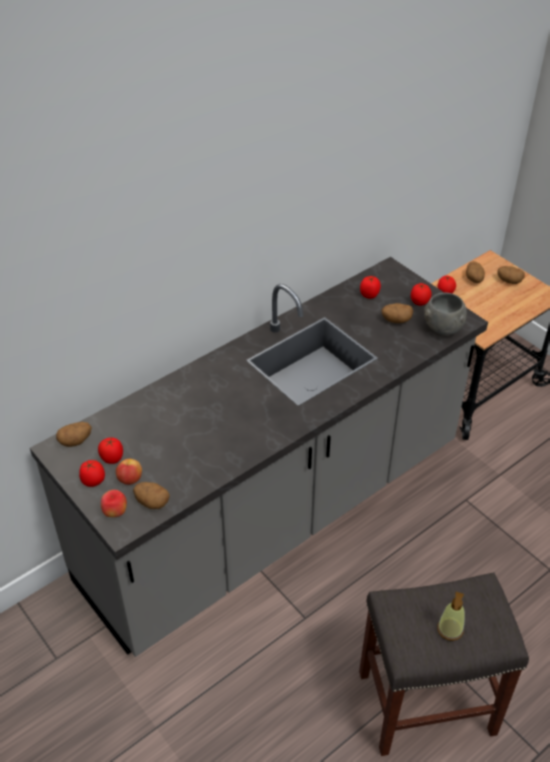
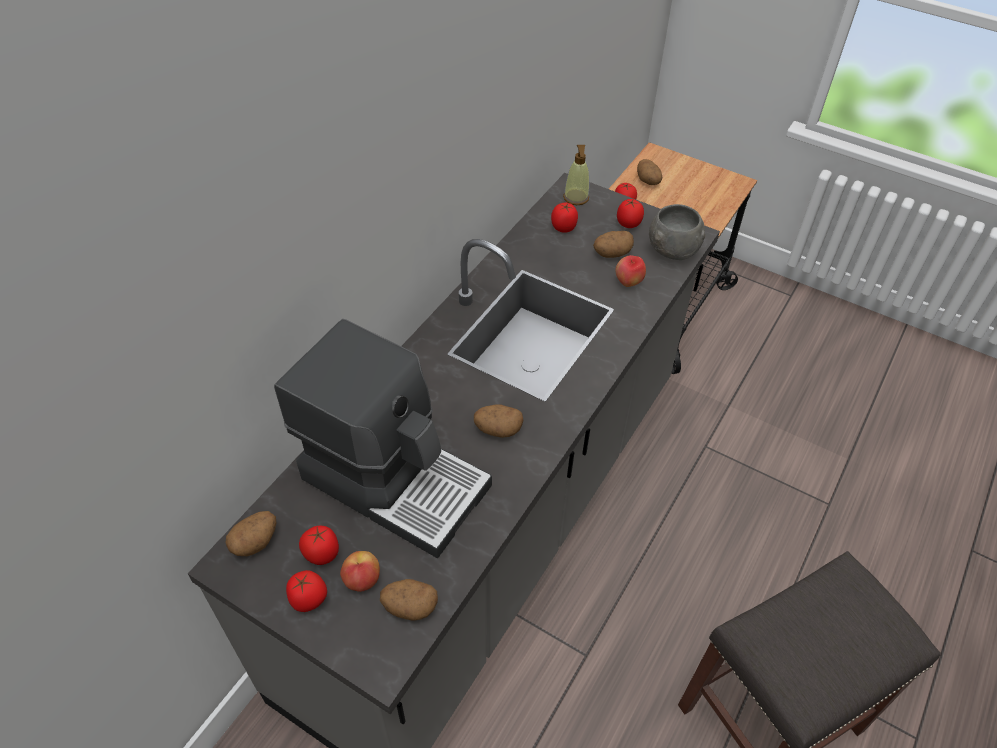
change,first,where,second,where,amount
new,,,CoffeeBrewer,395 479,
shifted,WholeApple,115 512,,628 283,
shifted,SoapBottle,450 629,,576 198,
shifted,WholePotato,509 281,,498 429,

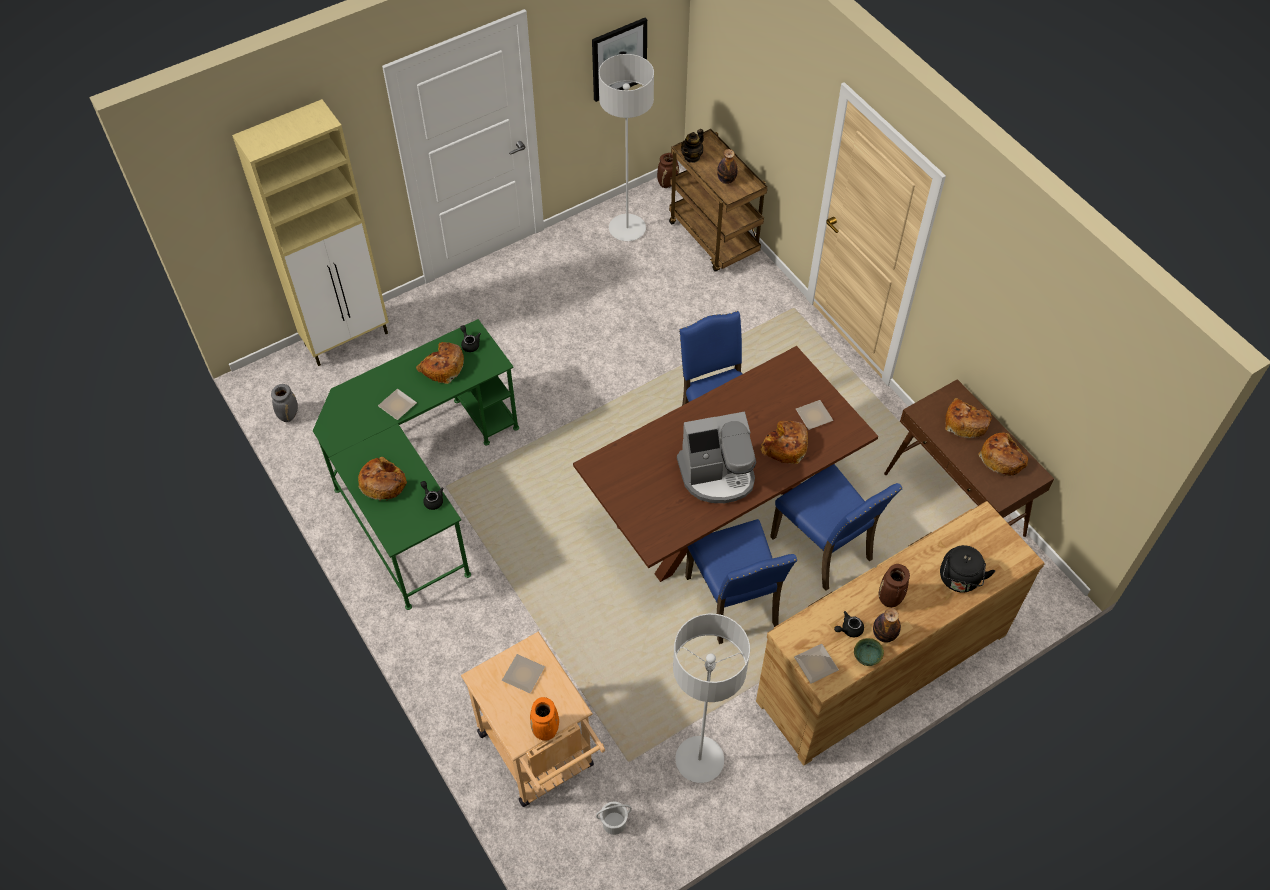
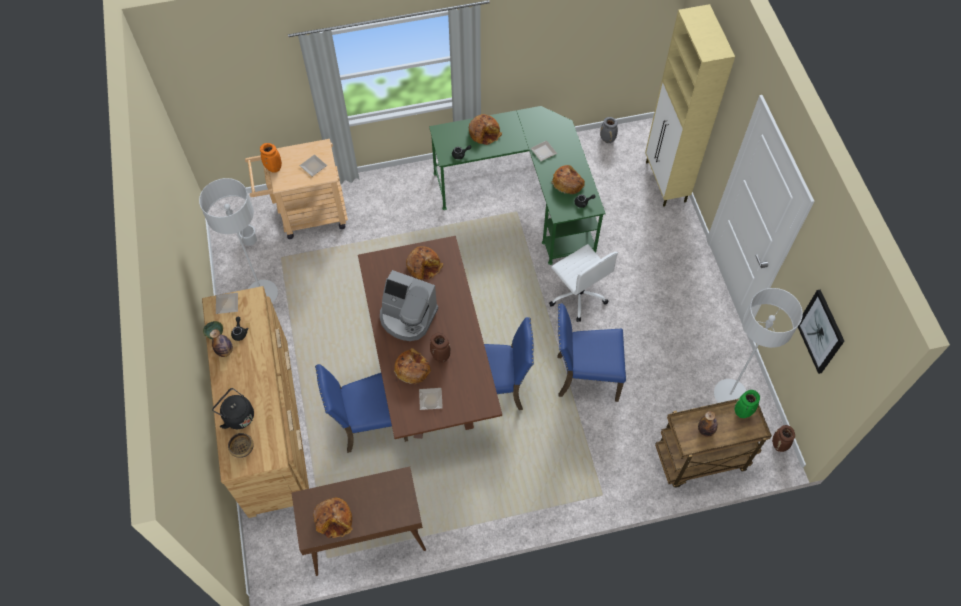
change,first,where,second,where,amount
new,,,DeepDish,242 448,
new,,,WhiteDeskChair,578 295,
shifted,BlueColouredChair,734 602,,585 376,
shifted,BrownColouredDecorativeVase,890 599,,440 356,
shifted,BakedBread,965 422,,424 266,
swapped,PotForTea,692 157,GreenishDecorativeVase,742 412,
rotated,CoffeeBrewer,717 475,,407 317,75 degrees counterclockwise

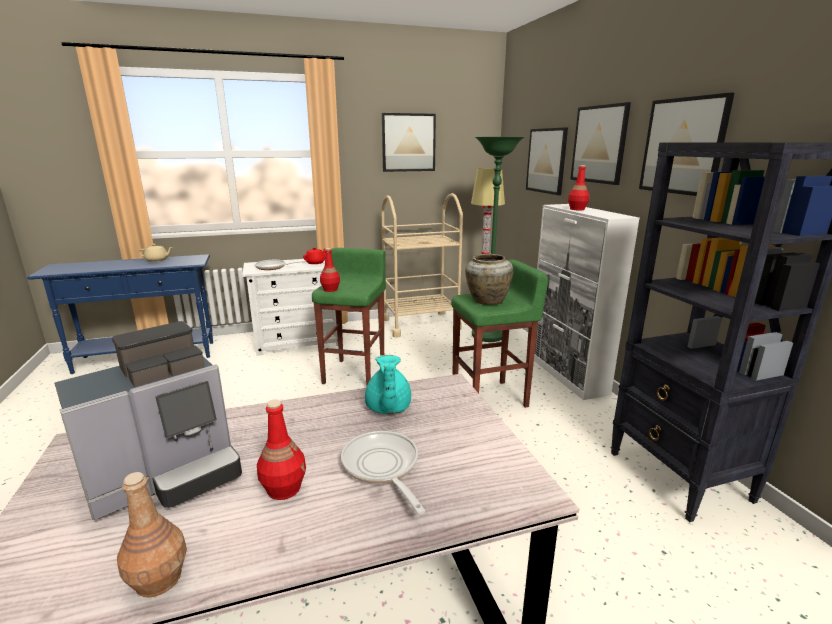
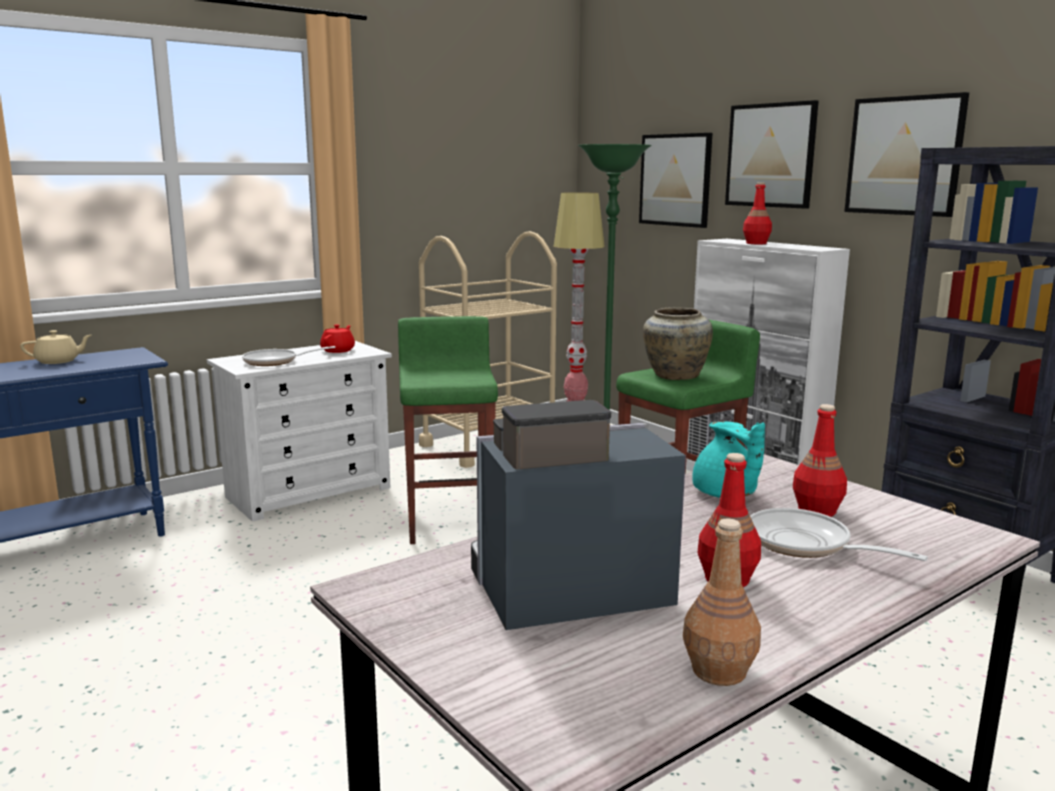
change,first,where,second,where,amount
gone,Picture,408 142,,,
shifted,ReddishDrinkBottle,330 289,,816 510,
rotated,CoffeeBrewer,169 476,,564 594,135 degrees counterclockwise

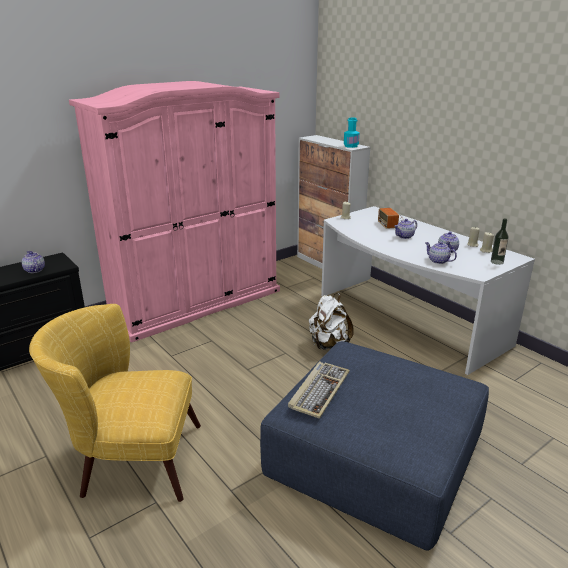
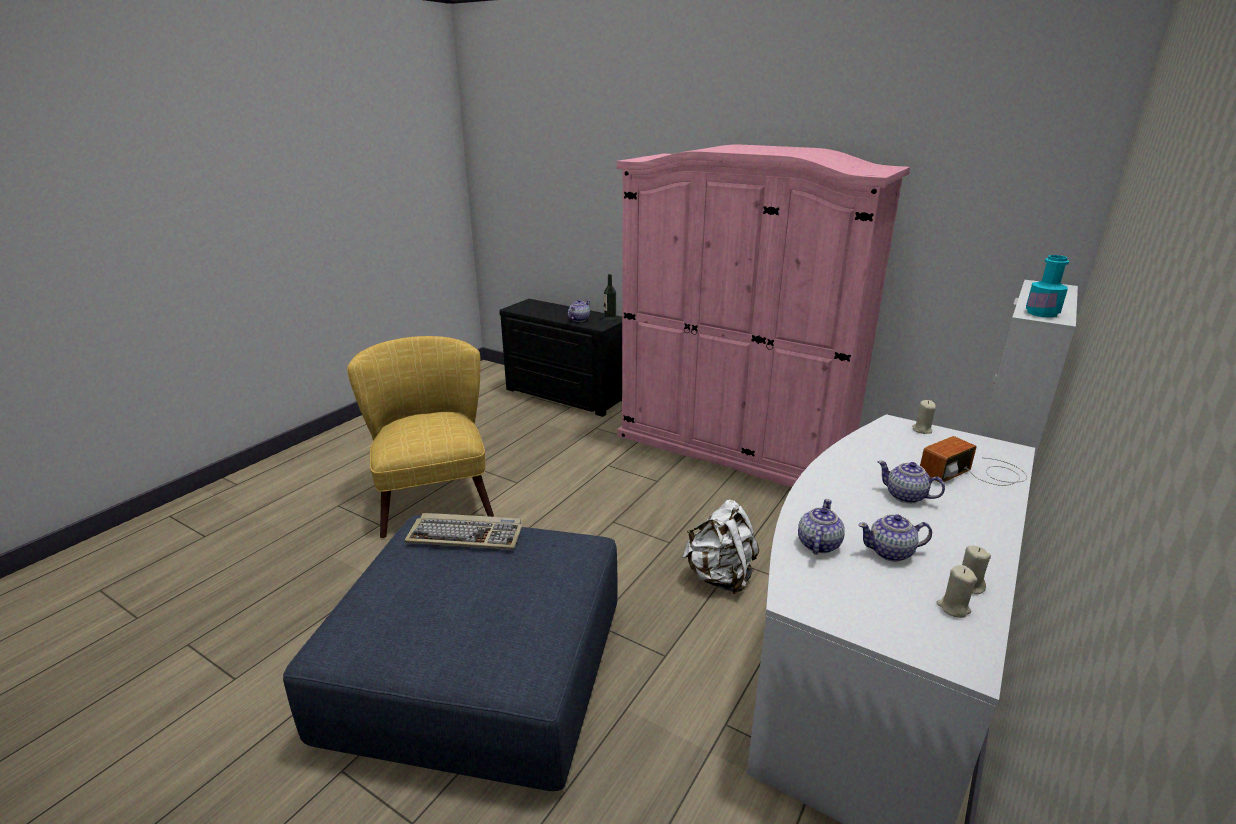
change,first,where,second,where,amount
shifted,DrinkBottle,497 262,,610 318,

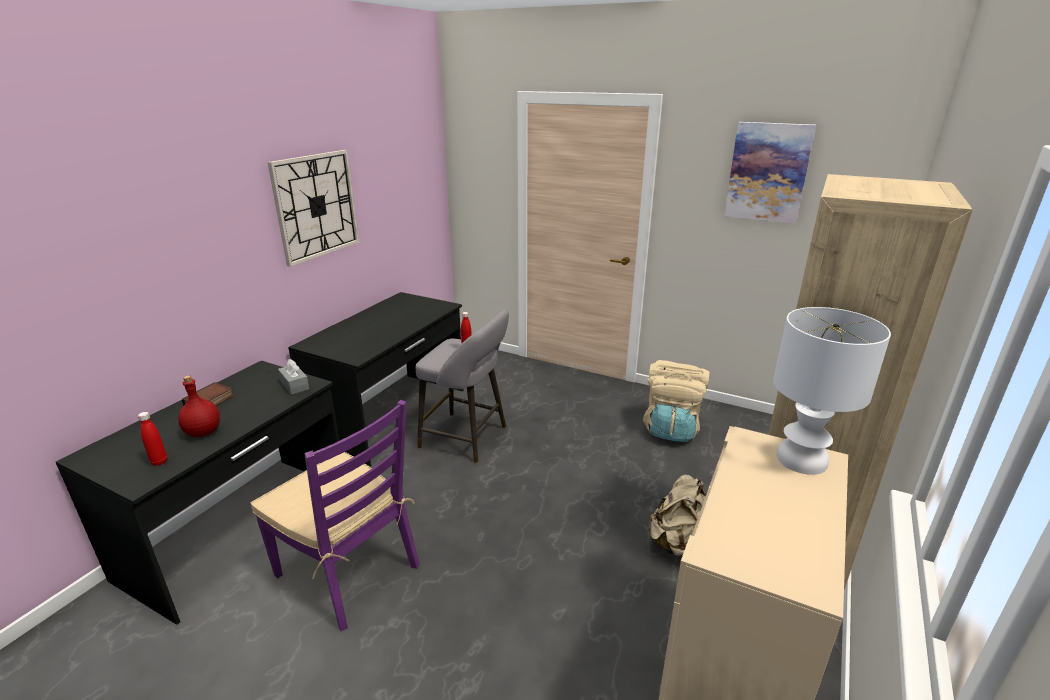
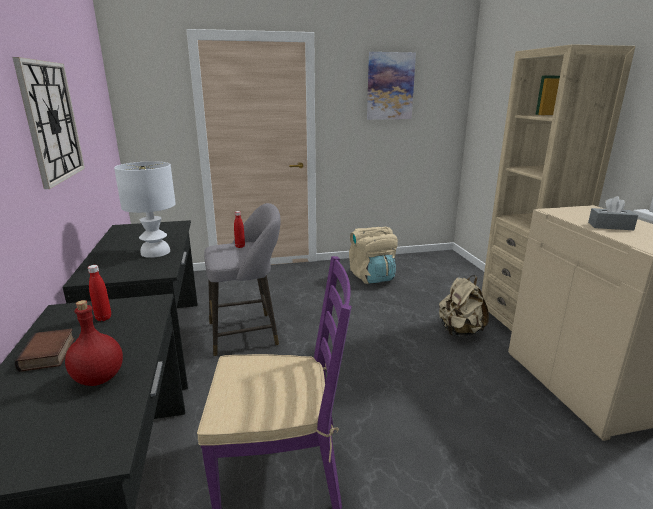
change,first,where,second,where,amount
shifted,ReddishDrinkBottle,159 462,,103 318,
shifted,GreyishTissueBox,294 385,,610 226,
shifted,WhiteTableLamp,802 459,,156 252,

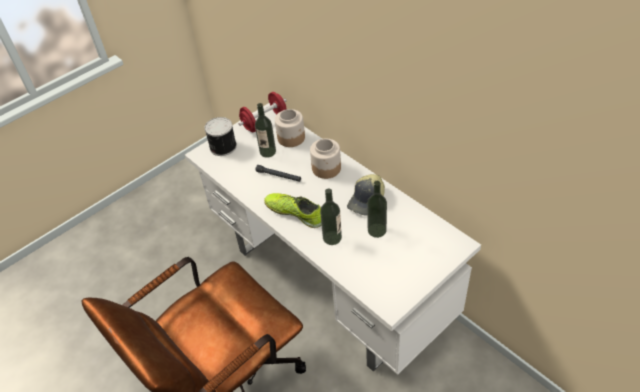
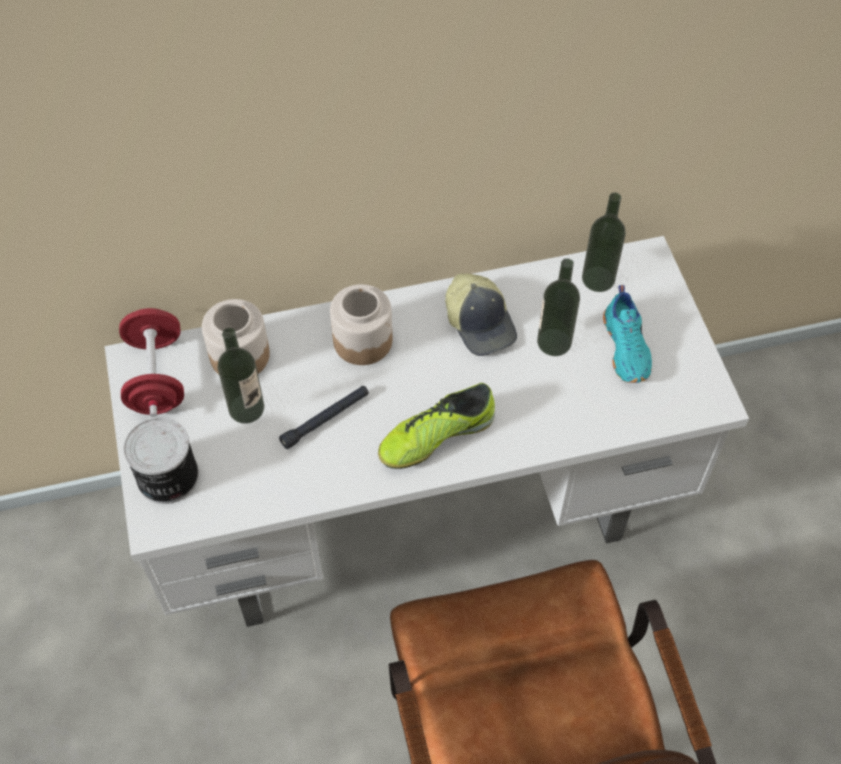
change,first,where,second,where,amount
new,,,BlueGreenItemOfFootwear,627 348,
shifted,DrinkBottle,332 238,,598 279,

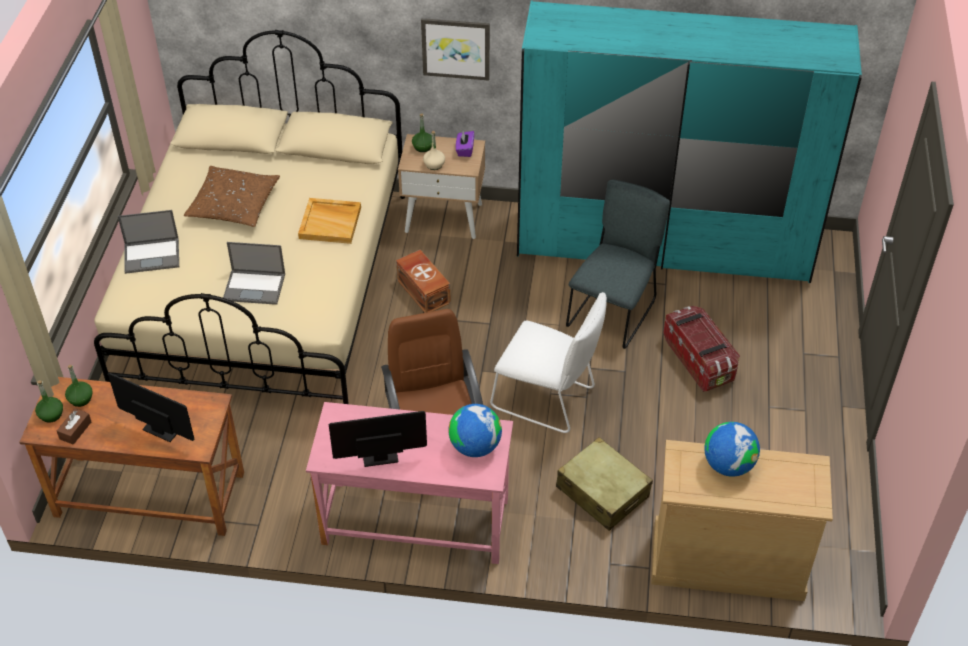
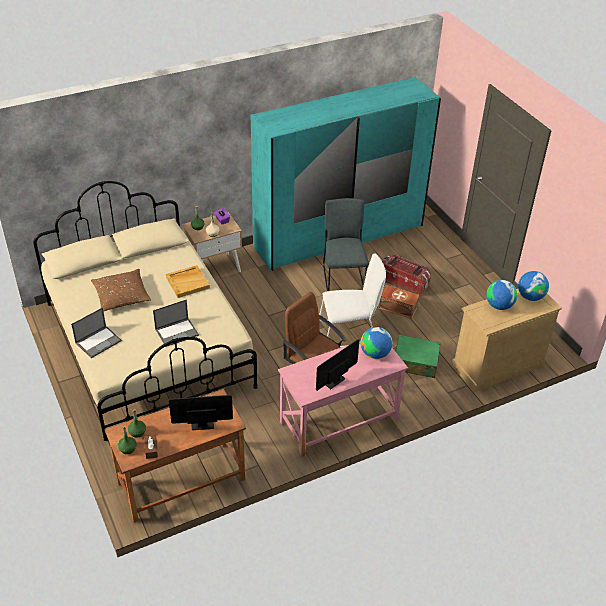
change,first,where,second,where,amount
gone,Picture,456 48,,,
new,,,WorldGlobe,530 297,
shifted,BrownColouredStorageBox,423 290,,397 307,
repainted,BeigeColouredSuitcase,602 492,GreenishSuitcase,415 362,

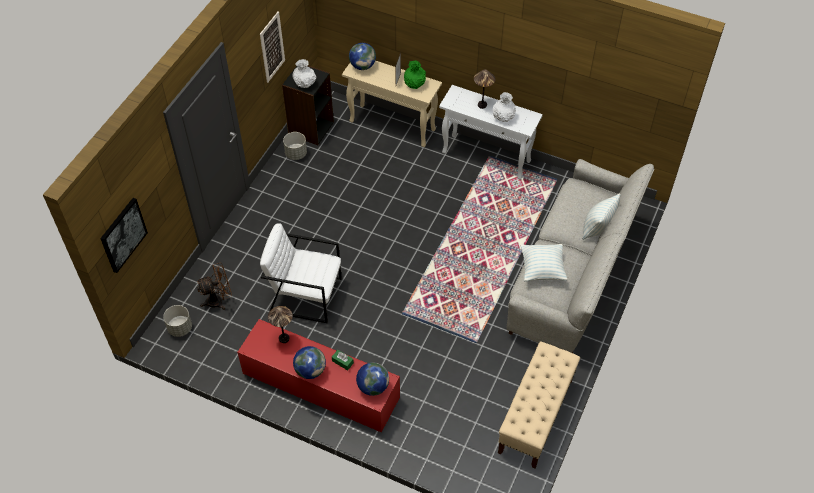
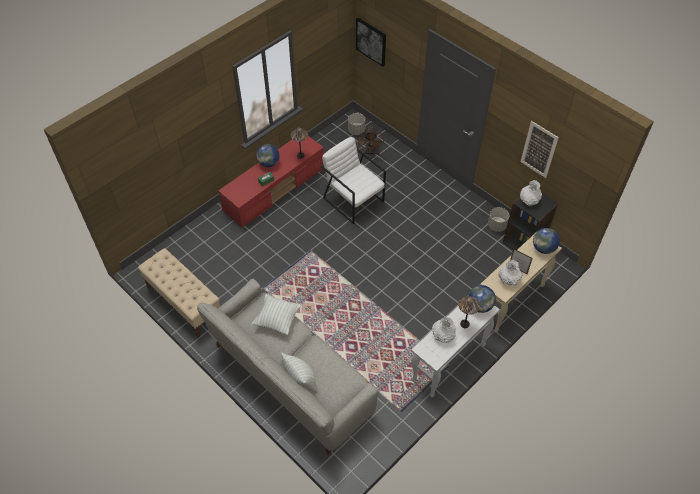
change,first,where,second,where,amount
shifted,WorldGlobe,373 386,,479 306,
repainted,GreenishDecorativeVase,414 84,WhiteDecorativeVase,509 280,
rotated,WhiteLoungeChair,305 294,,353 199,75 degrees counterclockwise

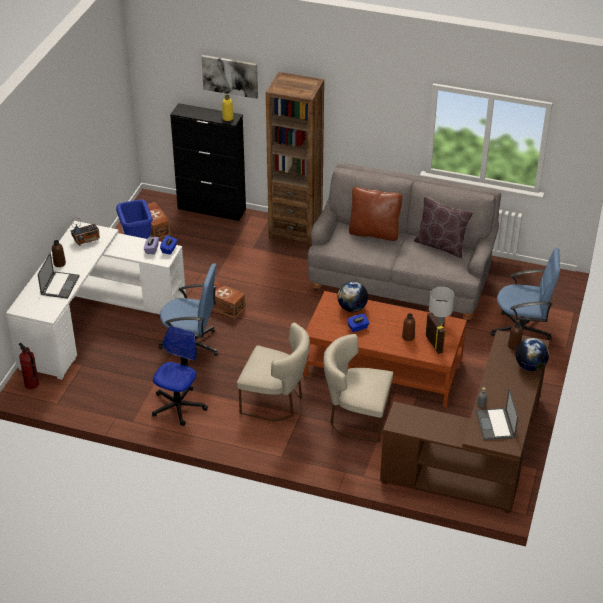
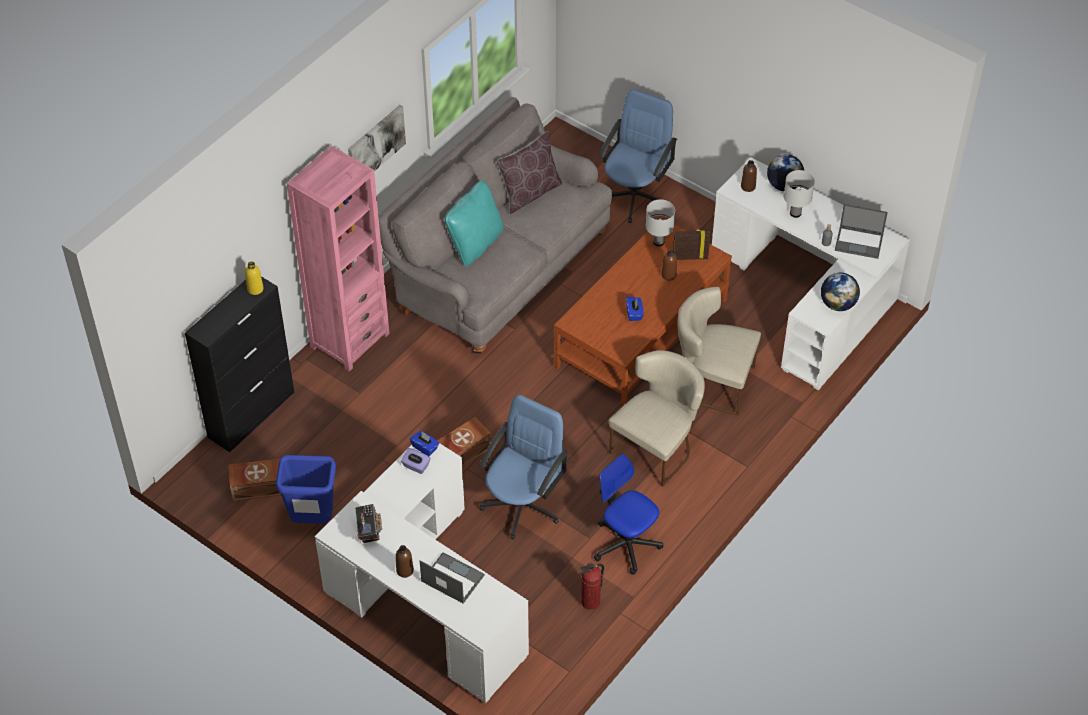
change,first,where,second,where,amount
new,,,WhiteTableLamp,795 213,
shifted,Extinguisher,31 384,,590 602,
shifted,Picture,230 76,,375 145,
shifted,WorldGlobe,352 308,,837 304,
repainted,BrownColouredBookcase,295 231,PinkBookcase,349 340,
repainted,BrownColouredThrowPillow,374 233,BlueGreenThrowPillow,475 244,
repainted,BrownColouredDeskUnit,479 456,WhiteDeskUnit,808 298,
rotated,BeigeColouredChair,356 418,,712 382,75 degrees clockwise

